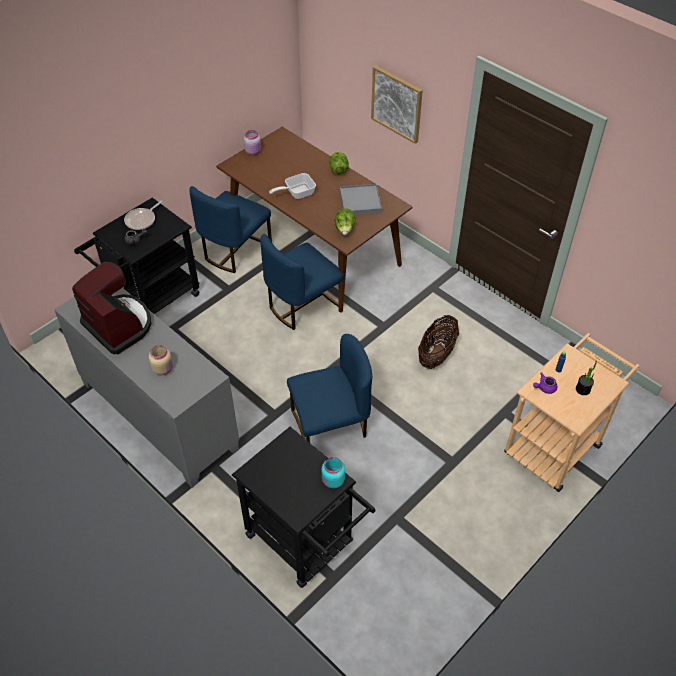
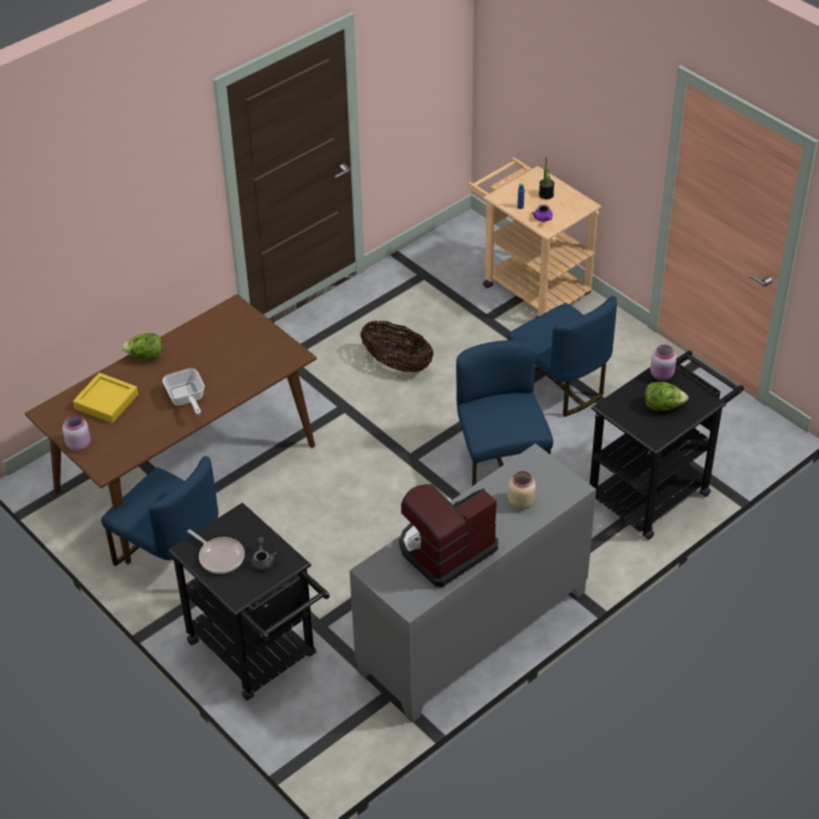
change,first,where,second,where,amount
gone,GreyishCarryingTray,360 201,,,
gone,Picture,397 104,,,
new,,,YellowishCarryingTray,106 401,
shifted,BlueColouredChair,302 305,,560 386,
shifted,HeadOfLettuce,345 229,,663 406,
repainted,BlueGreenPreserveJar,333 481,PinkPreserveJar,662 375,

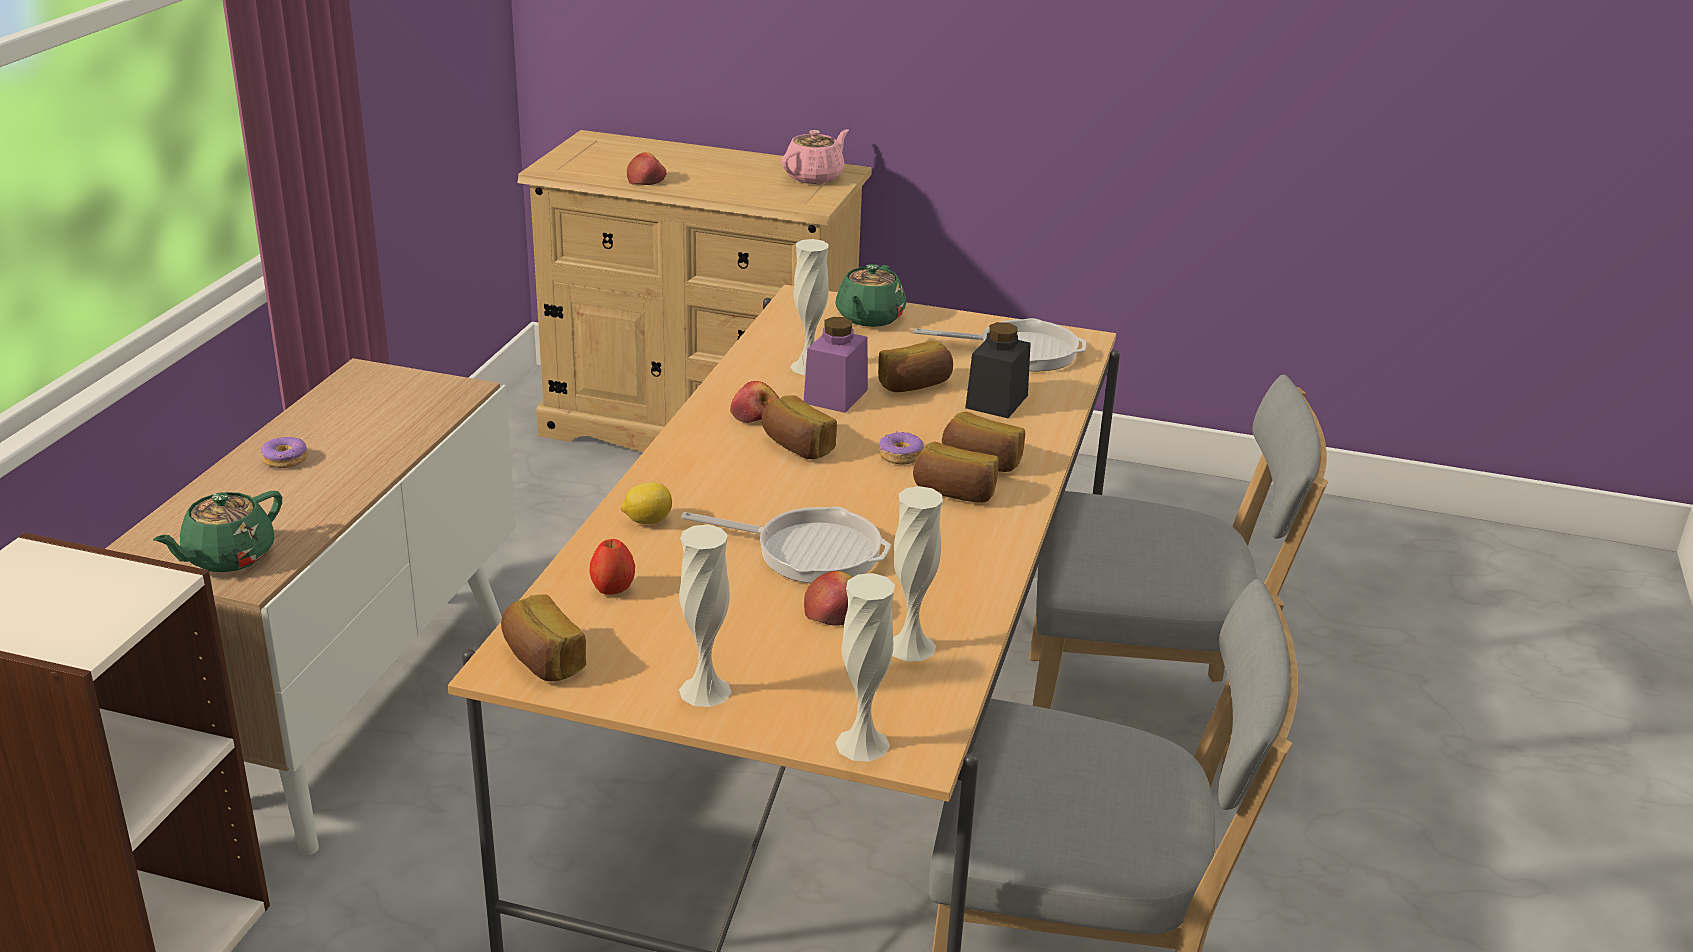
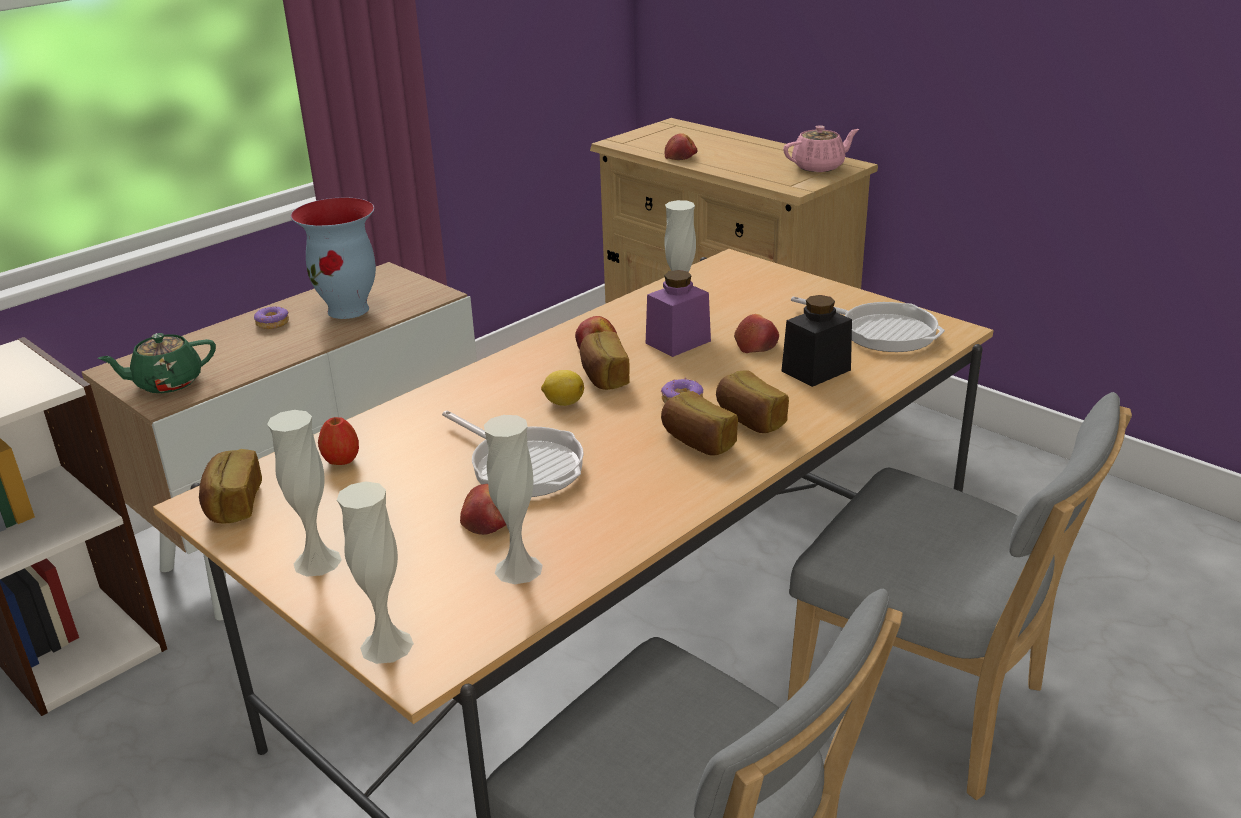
change,first,where,second,where,amount
gone,GreenishPotForTea,869 318,,,
new,,,DecorativeVase,350 310,
shifted,Lemon,647 521,,563 402,
swapped,BakedBread,915 385,WholeApple,756 344,

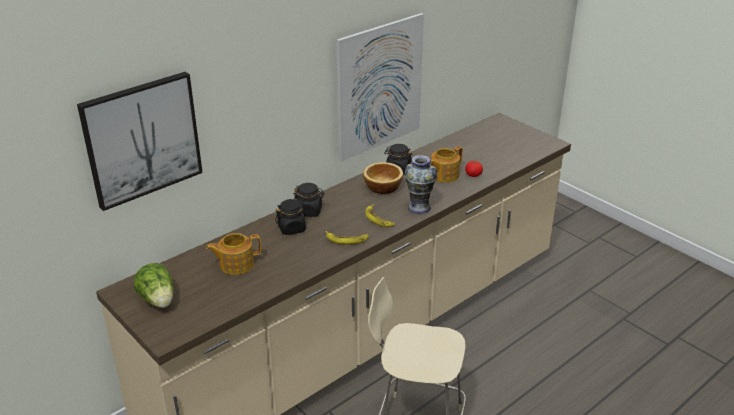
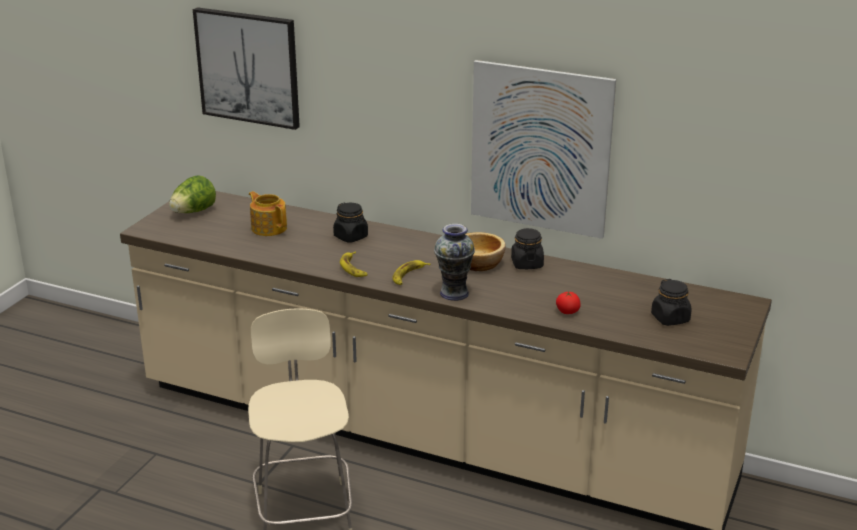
change,first,where,second,where,amount
gone,PotForTea,443 175,,,
shifted,BlackColouredPreserveJar,309 211,,670 318,

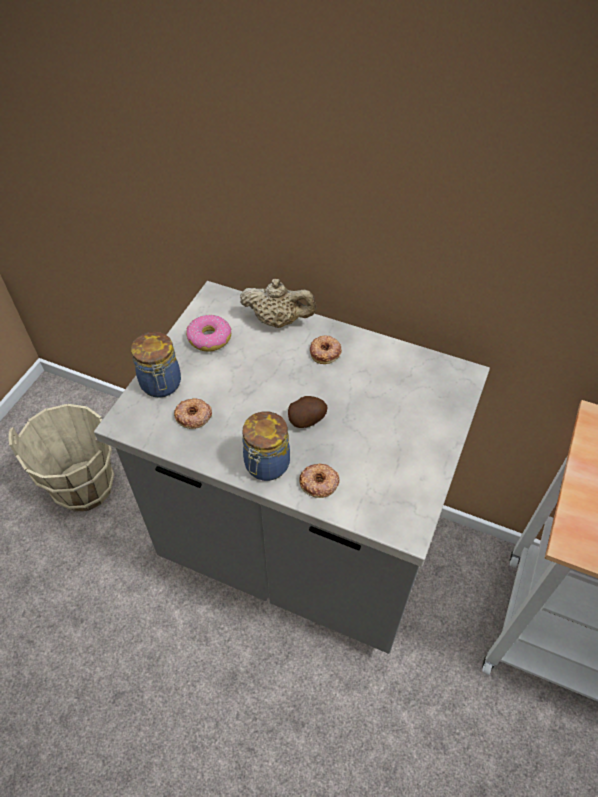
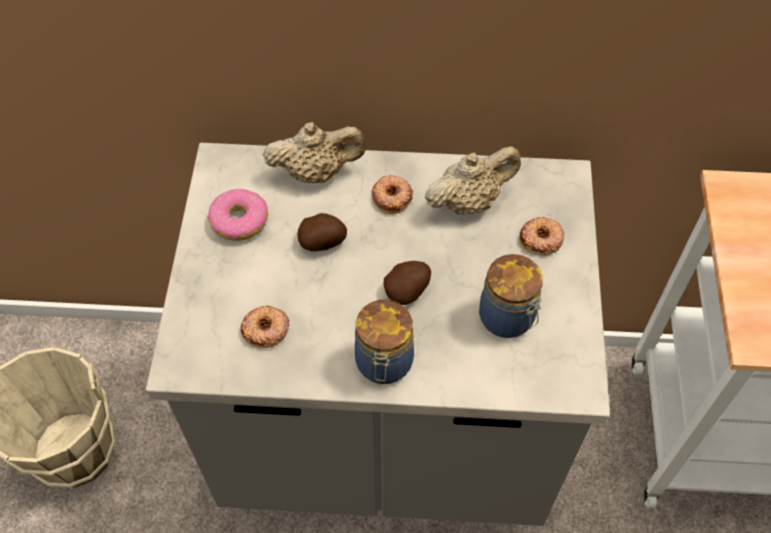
change,first,where,second,where,amount
new,,,WholePotato,323 242,
new,,,BeigeColouredPotForTea,469 201,
shifted,PreserveJar,161 385,,508 318,
shifted,Doughnut,319 483,,541 239,

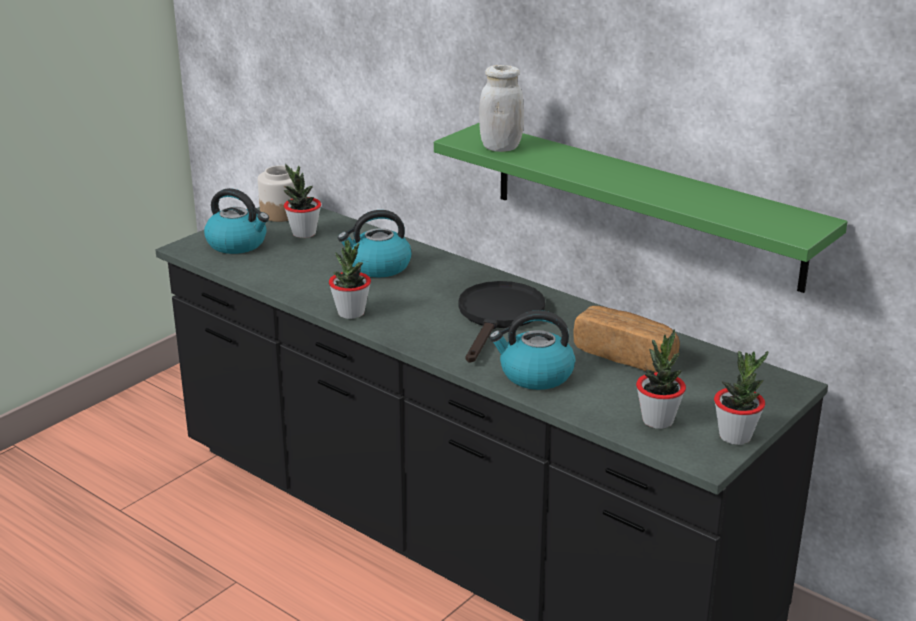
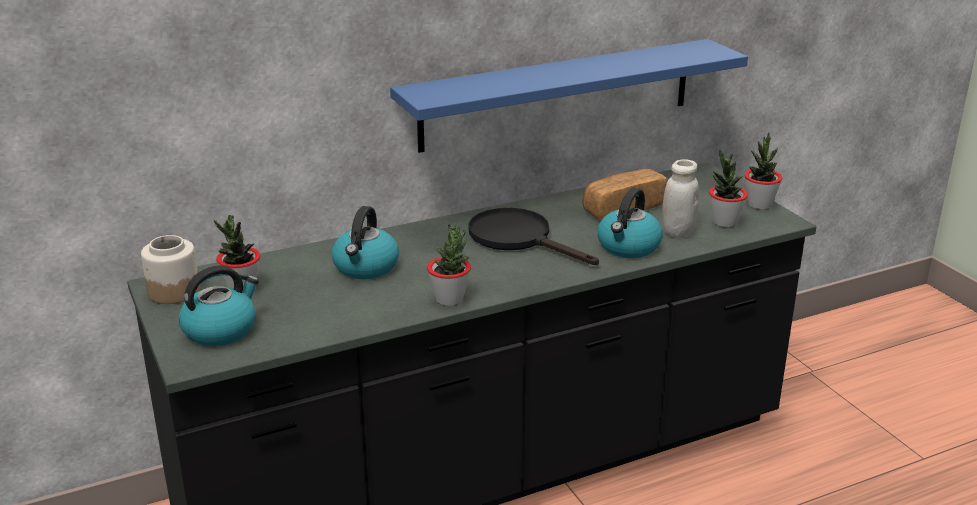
change,first,where,second,where,amount
shifted,WhitePreserveJar,501 147,,678 232,
repainted,GreenishShelf,644 204,BlueColouredShelf,558 94,

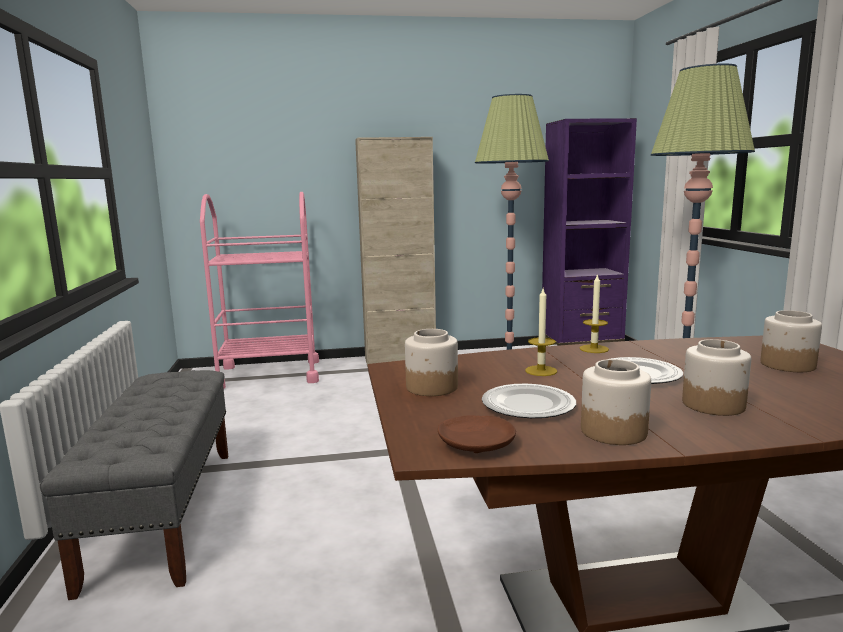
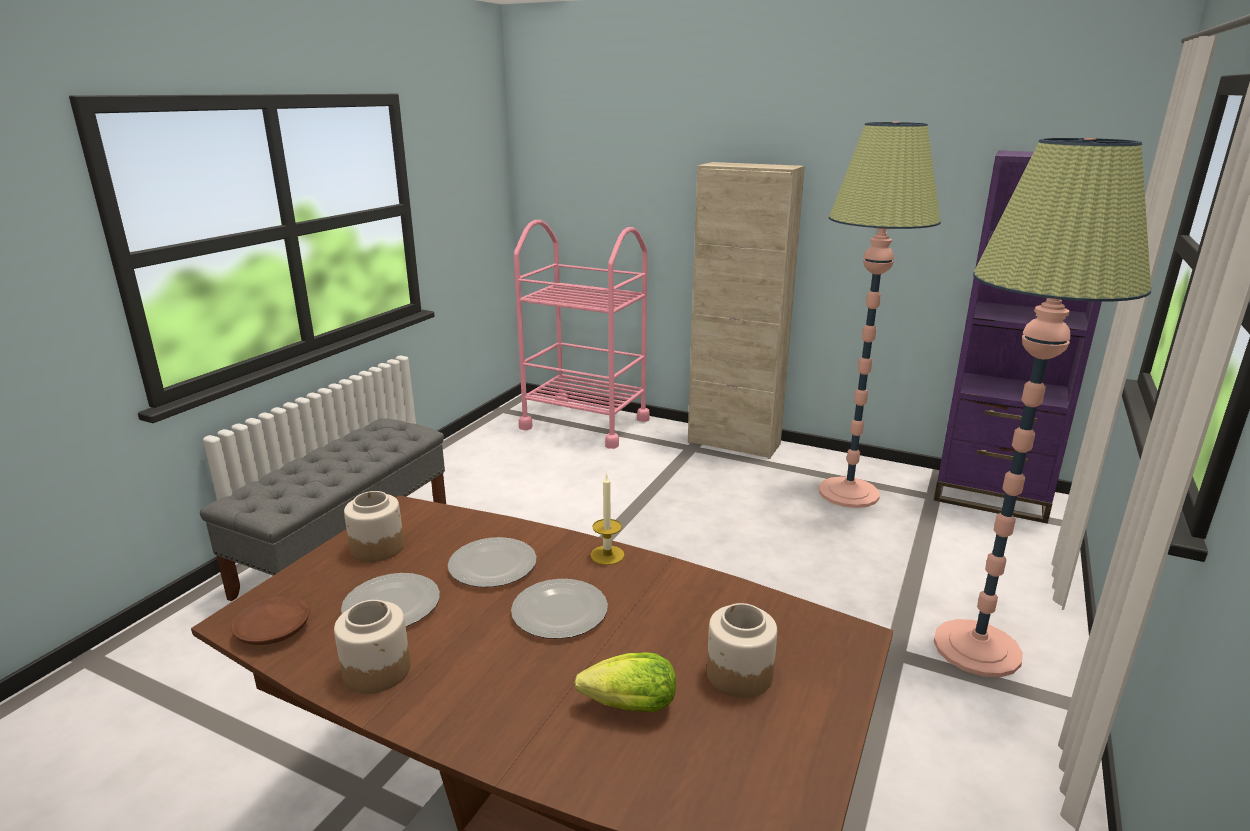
change,first,where,second,where,amount
gone,PreserveJar,713 404,,,
new,,,HeadOfLettuce,625 706,
swapped,Candle,541 371,FlatDish,493 566,

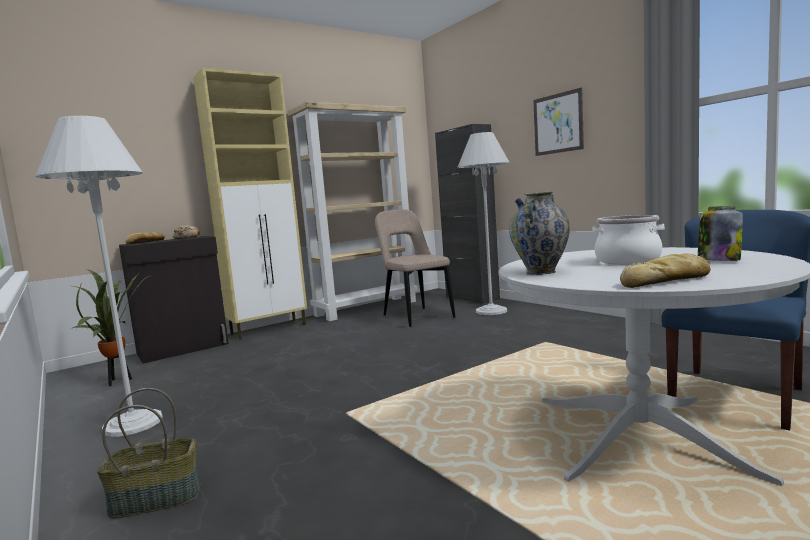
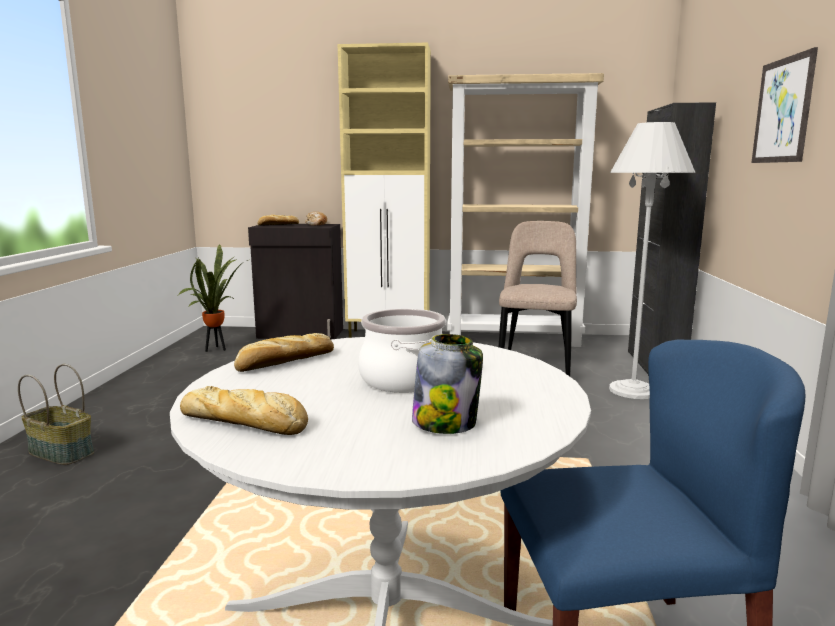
change,first,where,second,where,amount
gone,WhiteStandingLamp,133 423,,,
swapped,DecorativeVase,540 272,BakedBread,284 362,

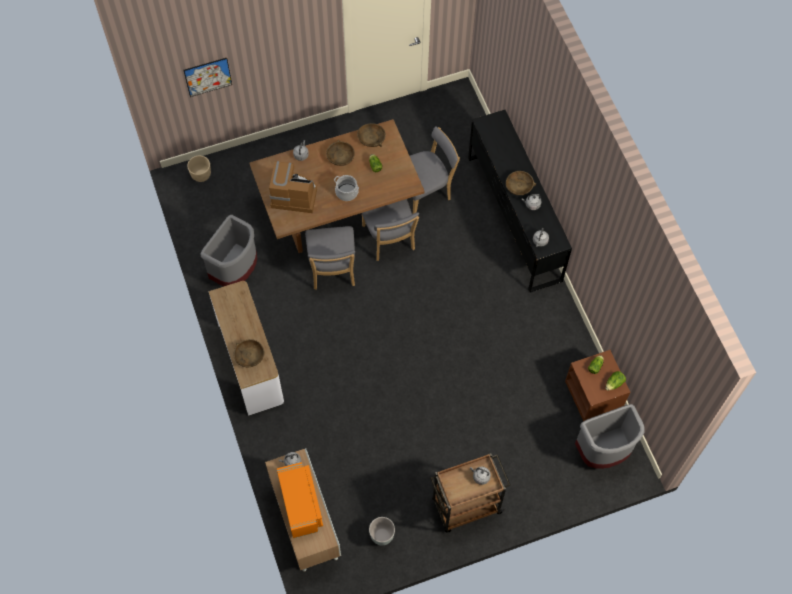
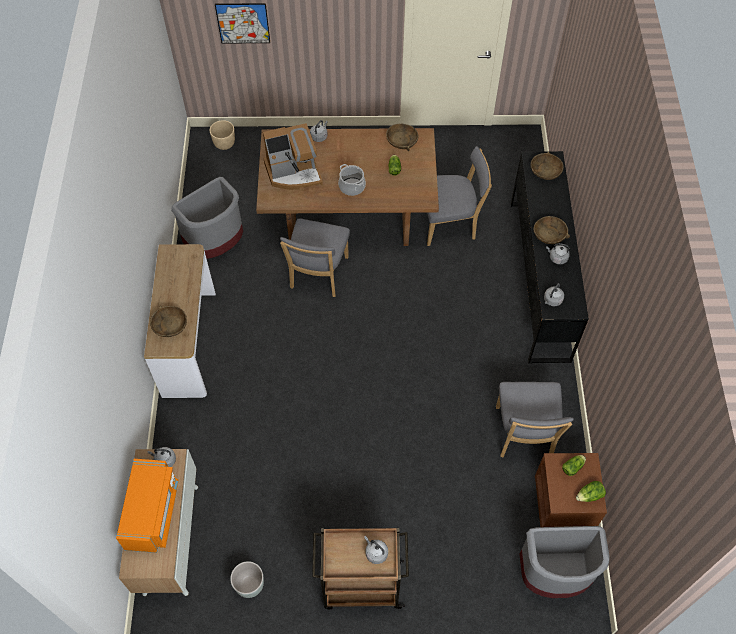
change,first,where,second,where,amount
shifted,BrownColouredDeepDish,340 156,,545 170,
shifted,GreyishChair,389 240,,524 435,
rotated,CoffeeBrewer,293 194,,294 173,135 degrees clockwise

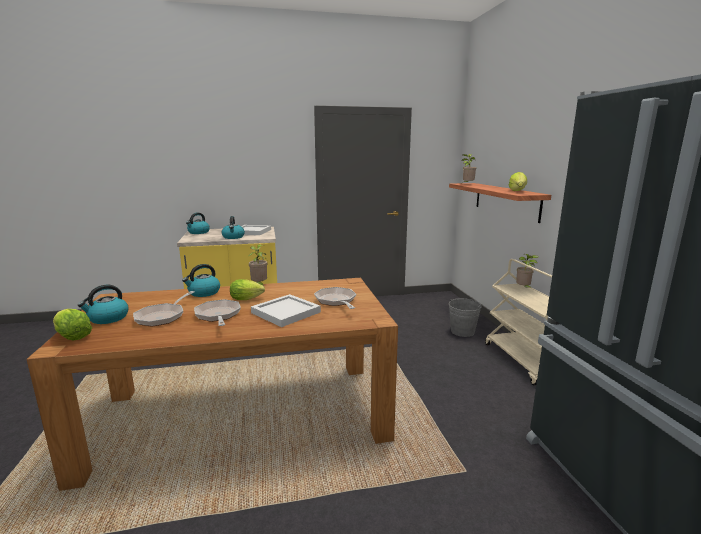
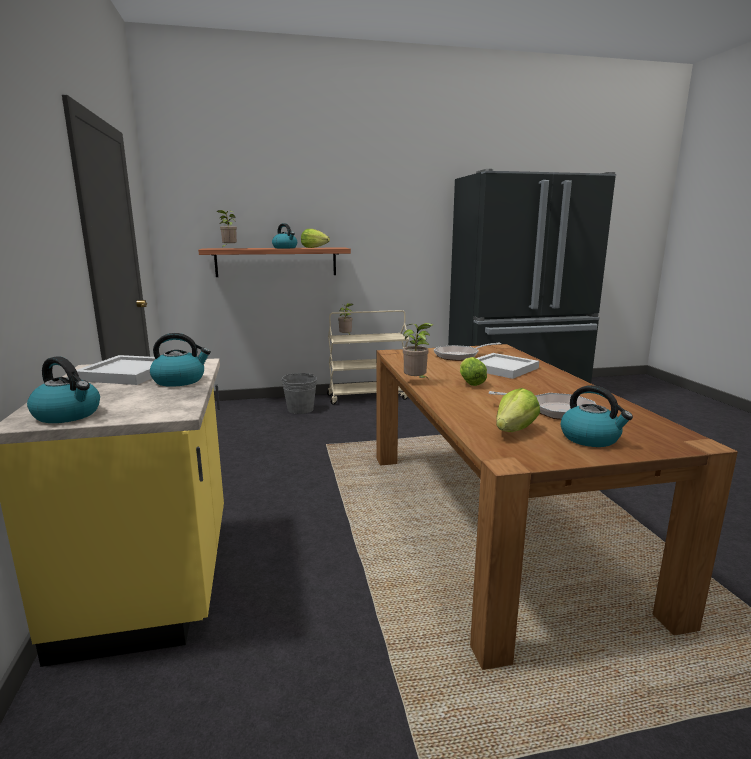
change,first,where,second,where,amount
gone,Pan,218 316,,,
shifted,HeadOfLettuce,72 336,,514 430,
shifted,WaterKettle,204 293,,285 248,

